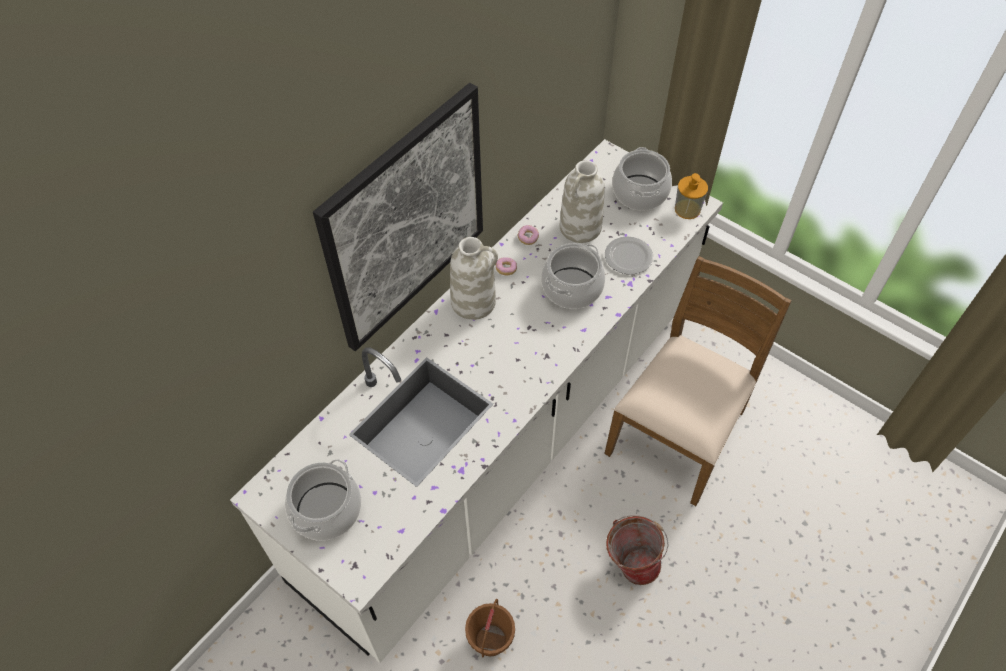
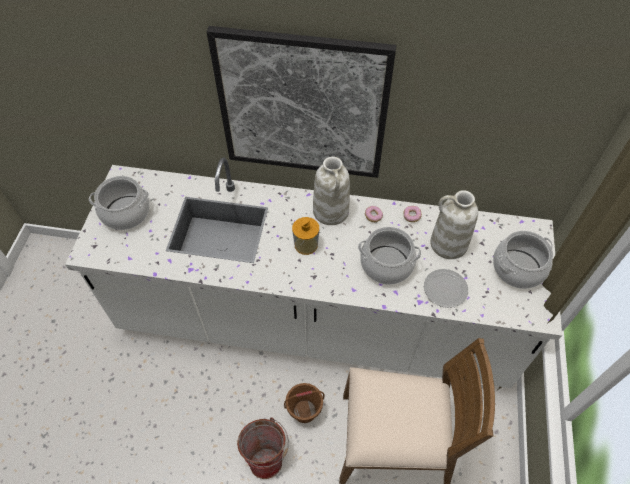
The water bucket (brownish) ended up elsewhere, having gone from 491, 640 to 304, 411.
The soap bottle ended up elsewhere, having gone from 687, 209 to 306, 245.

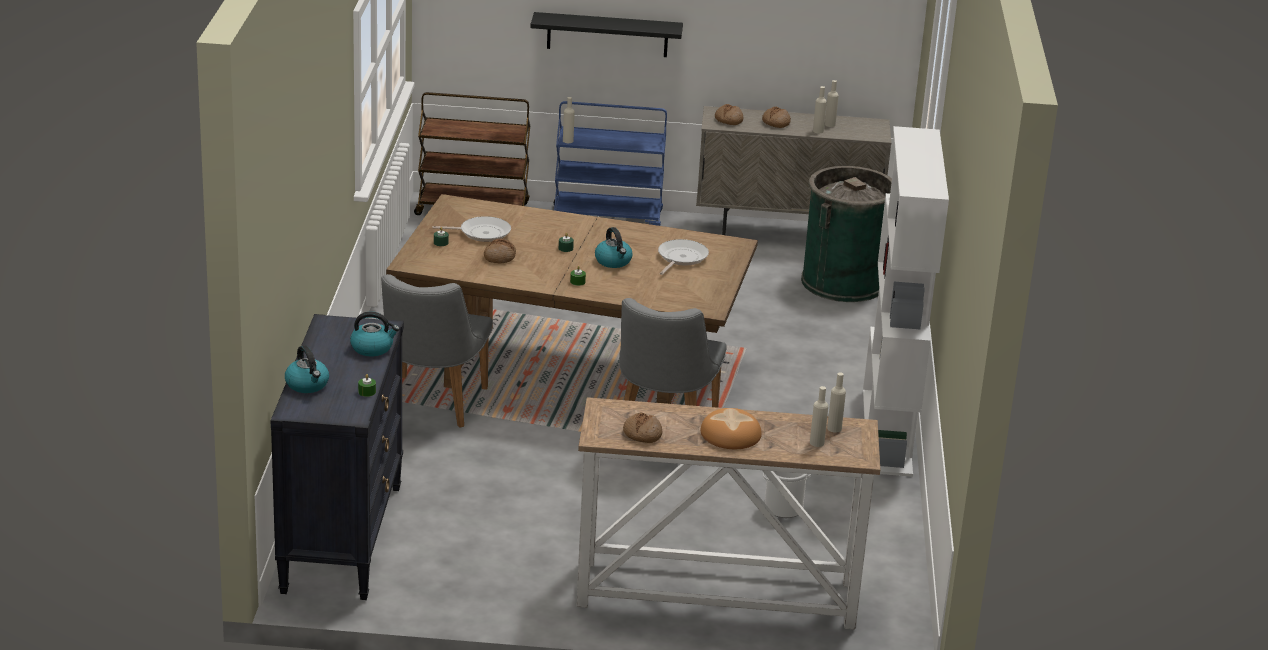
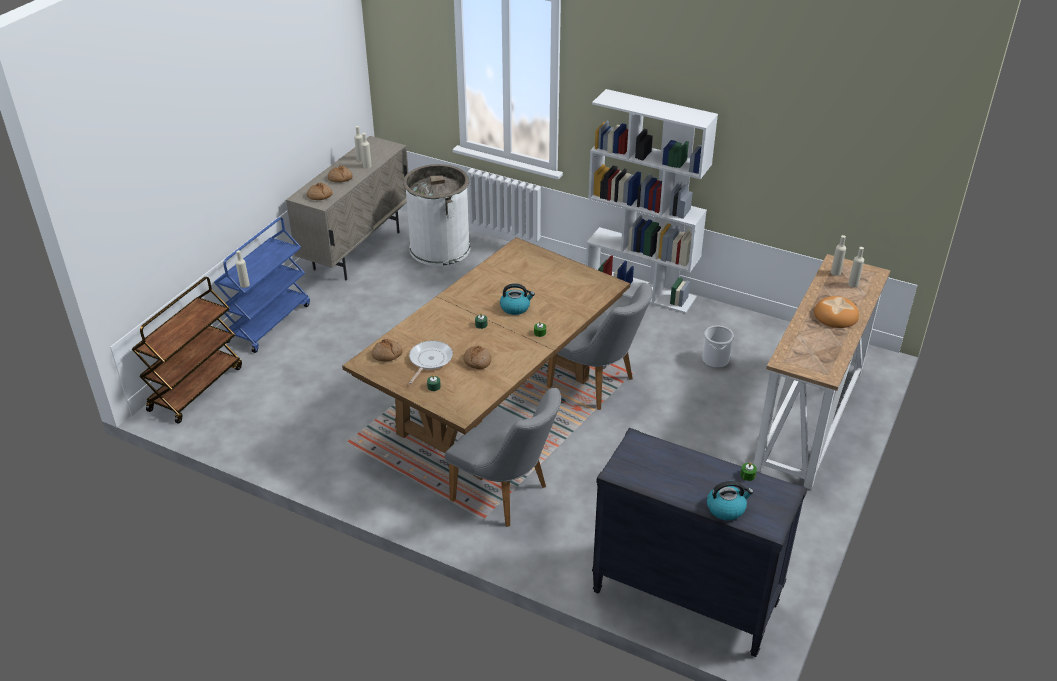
The second view lost the tea kettle at 372, 348.
The second view lost the wall shelf (black-coloured) at 607, 34.
The second view lost the skillet at 681, 258.
The baked bread ended up elsewhere, having gone from 642, 434 to 387, 354.
What was the waste bin (green-coloured) at 843, 282 turned into the waste bin (white) at 440, 248.

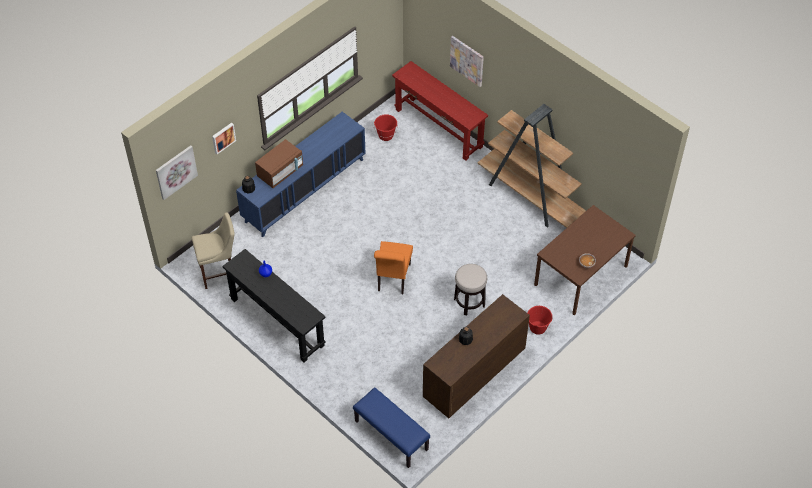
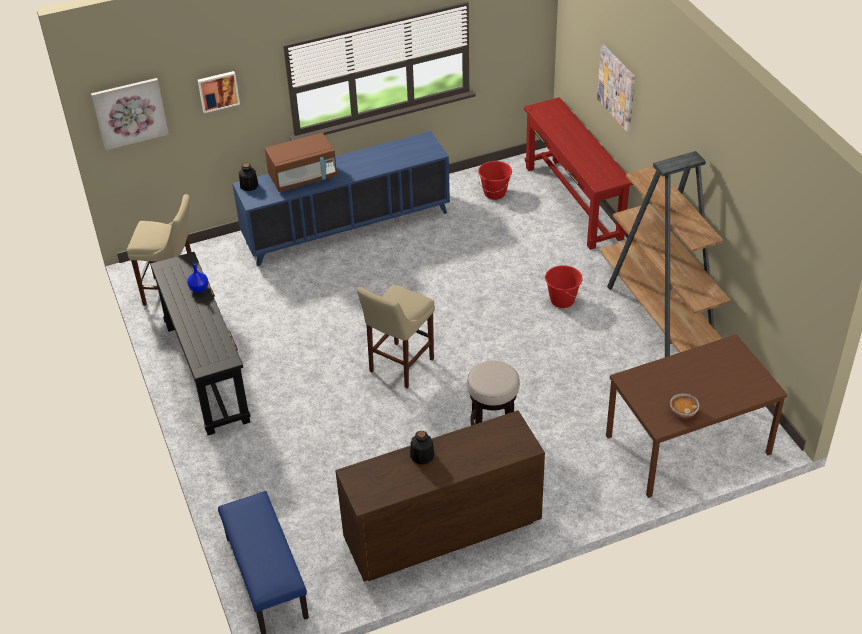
The water bucket (red-coloured) ended up elsewhere, having gone from 537, 328 to 562, 300.
Where the plain chair (orange) stood at 393, 279, the sitting stool (beige) came to stand at 399, 367.

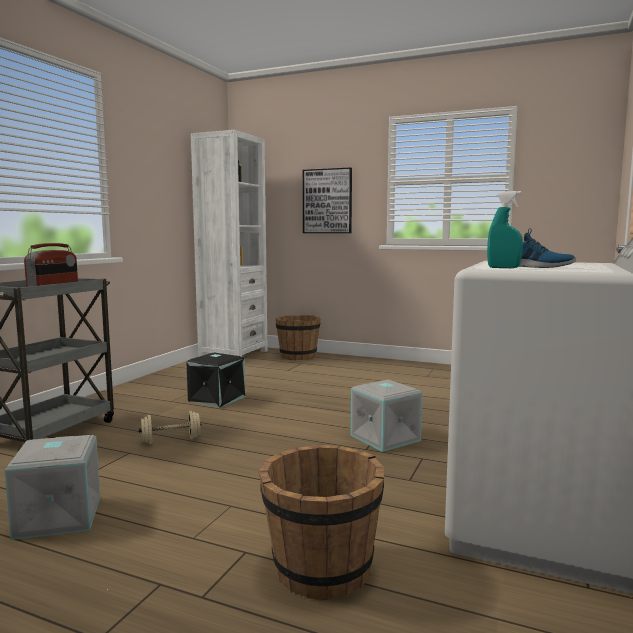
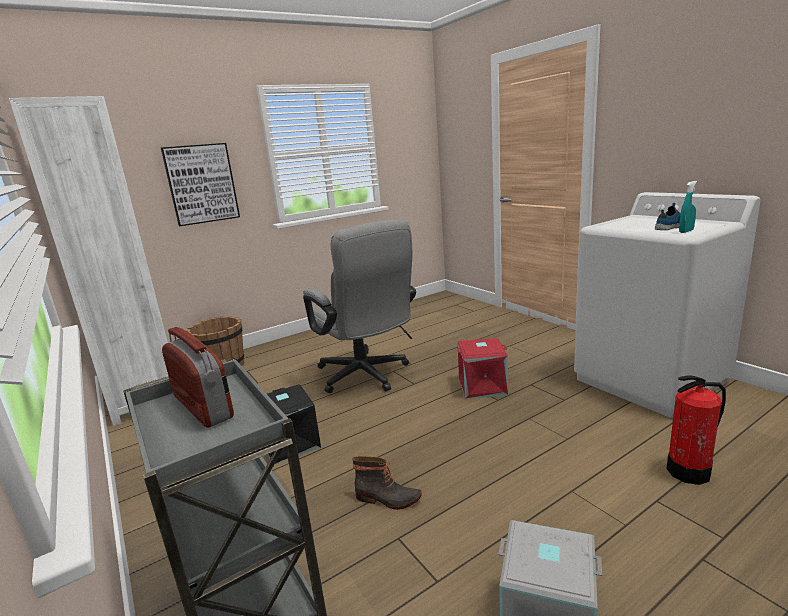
The second view gained the computer chair (gray) at 367, 376.
Where the dumbbell (beige) stood at 171, 440, the boot came to stand at 388, 499.
Where the water bucket (brownish) stood at 321, 570, the fire extinguisher came to stand at 689, 471.
What was the storage box (gray) at 386, 438 turned into the storage box (red-coloured) at 482, 386.

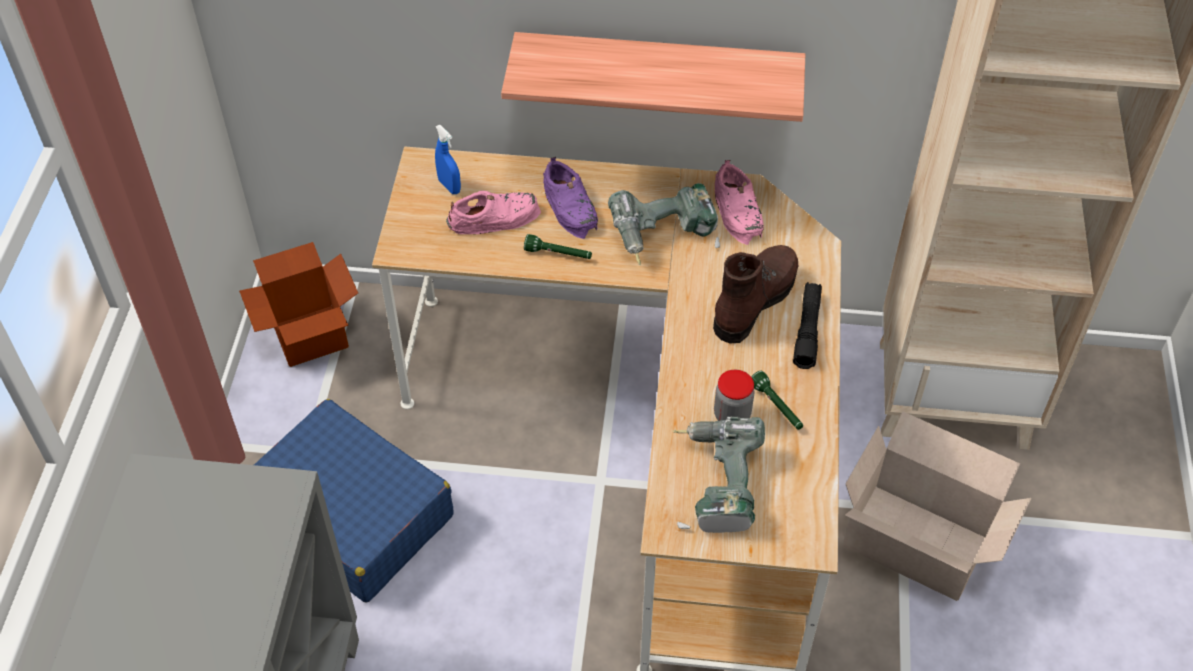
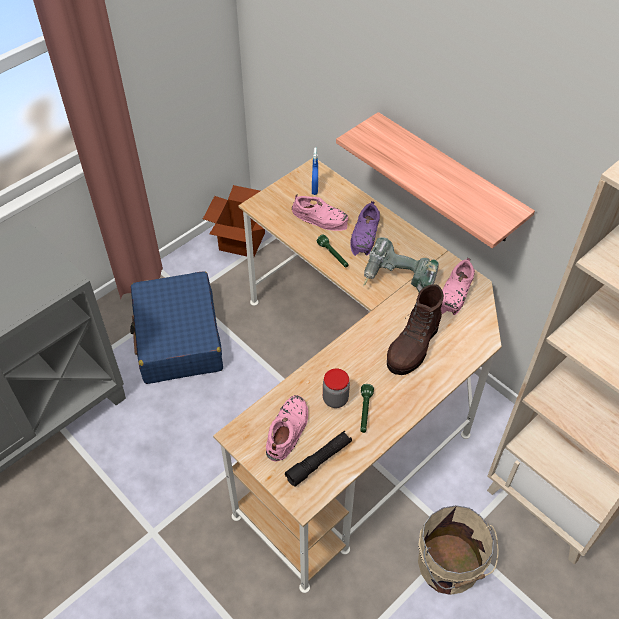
The hand torch (black-coloured) ended up elsewhere, having gone from 807, 330 to 319, 461.
Where the drill stood at 716, 485, the item of footwear (pink-coloured) came to stand at 287, 429.
Where the cardboard box stood at 919, 545, the water bucket (beige) came to stand at 449, 567.
The boot (brownish) at 754, 301 ended up facing another way, 135 degrees clockwise from before.

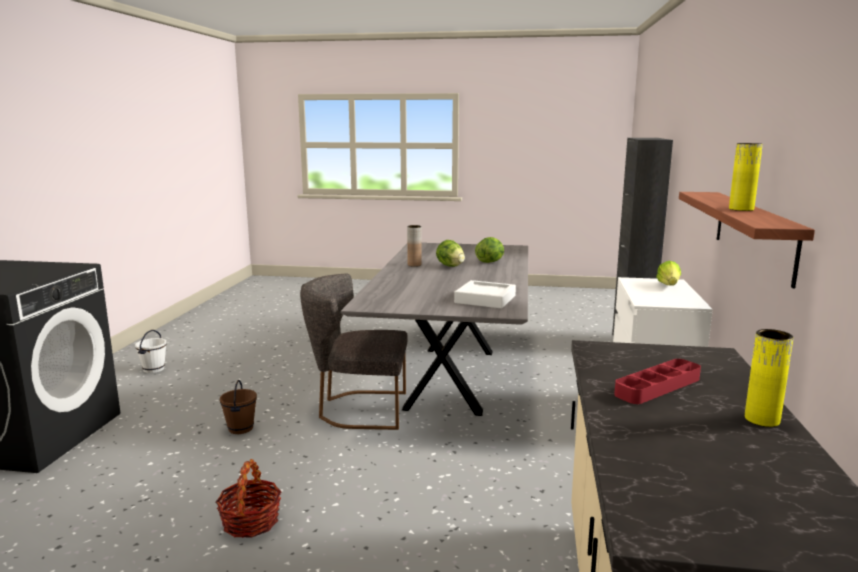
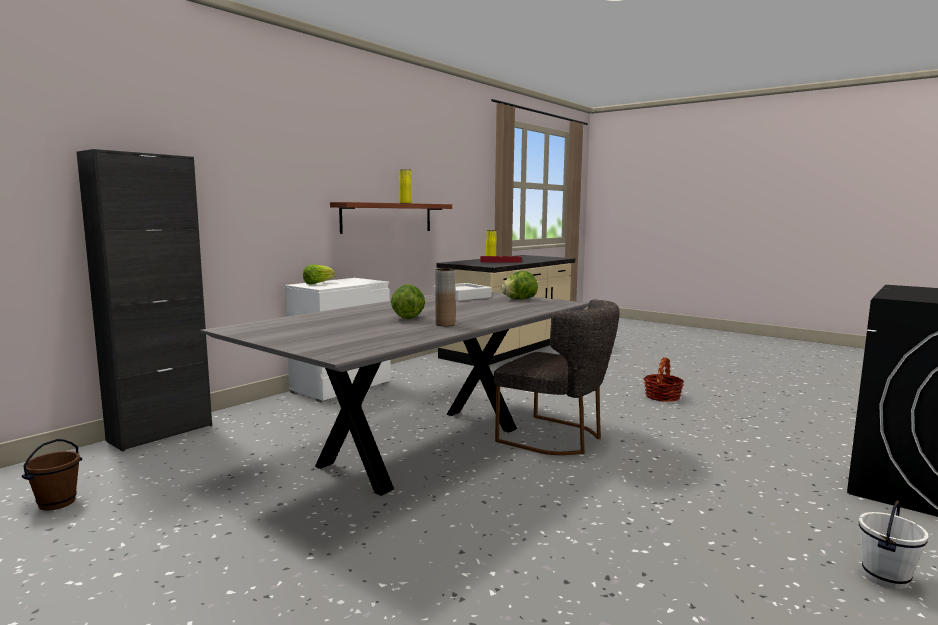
The water bucket (brownish) ended up elsewhere, having gone from 240, 428 to 57, 503.
The lettuce ended up elsewhere, having gone from 490, 262 to 519, 299.

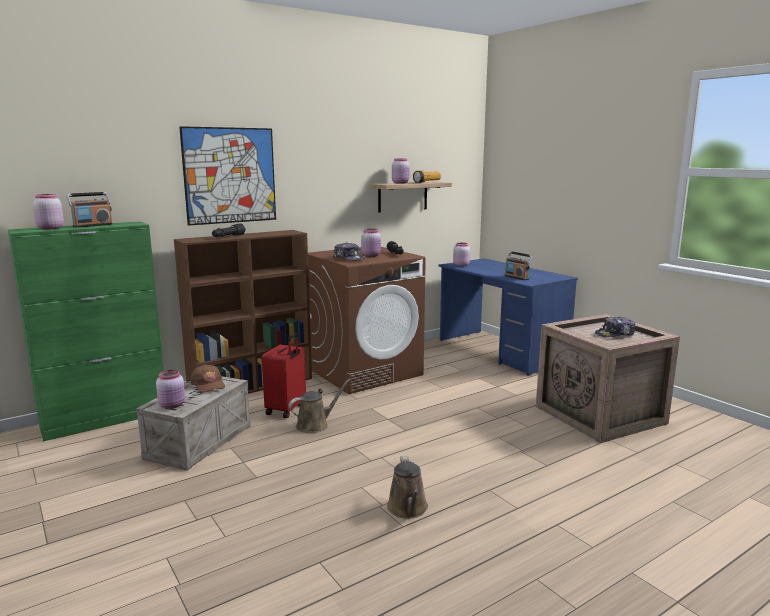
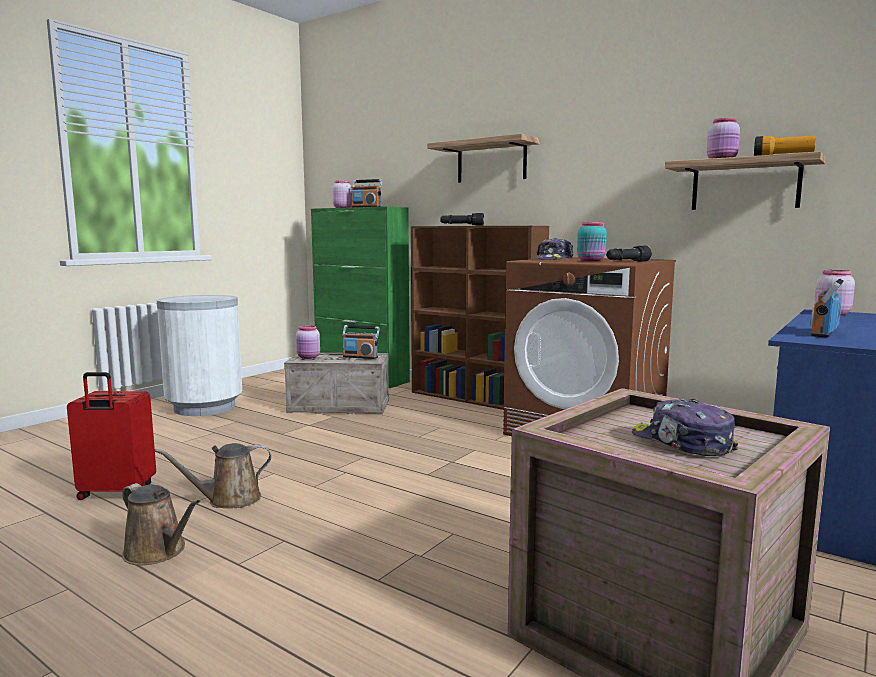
The second view gained the waste bin (white) at 204, 407.
The suitcase (red-coloured) ended up elsewhere, having gone from 286, 410 to 116, 493.
The sprinkling can (brownish) ended up elsewhere, having gone from 315, 425 to 158, 552.
Where the wall art hung at 230, 175, the wall shelf came to hang at 491, 162.
Where the peaked cap (brownish) stood at 208, 384, the radio set came to stand at 360, 357.
What was the preserve jar (pink-coloured) at 371, 255 turned into the preserve jar (turquoise) at 591, 260.

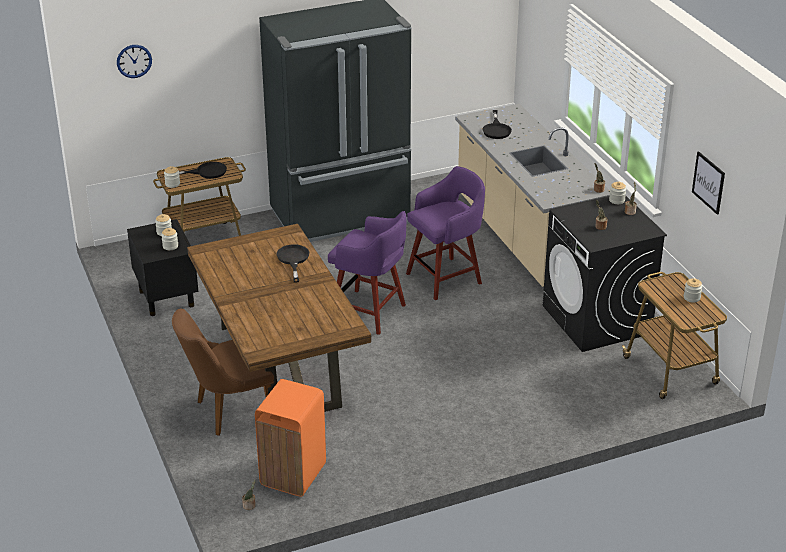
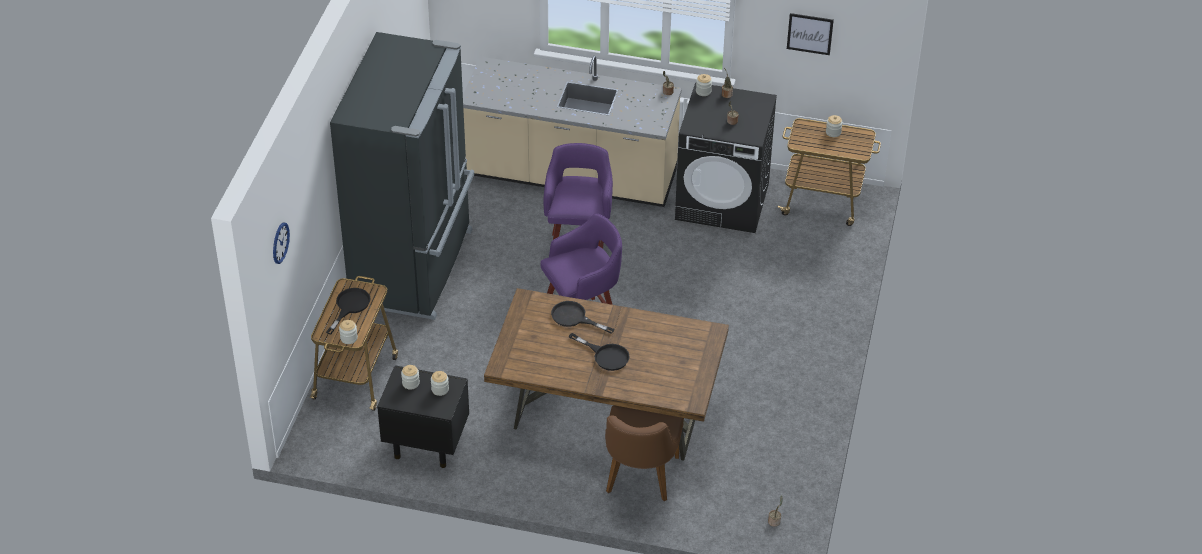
The second view lost the waste bin (orange) at 292, 475.
The skillet (black-coloured) ended up elsewhere, having gone from 496, 129 to 606, 355.

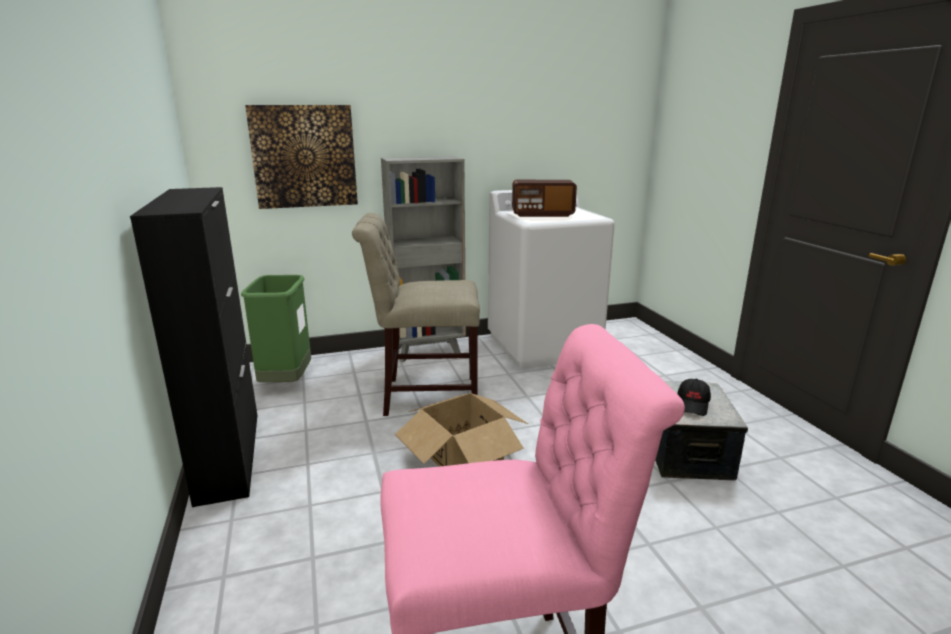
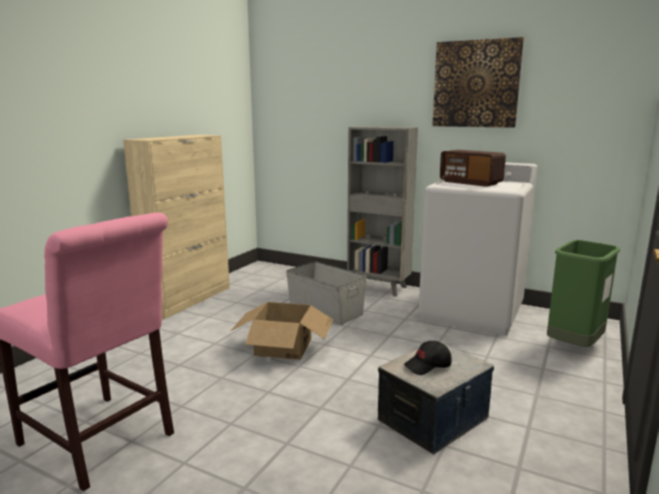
The waste bin (green-coloured) ended up elsewhere, having gone from 286, 383 to 574, 346.
The wall art ended up elsewhere, having gone from 304, 156 to 476, 84.
Where the plain chair (beige) stood at 424, 395, the storage box (gray) came to stand at 325, 310.
What was the cabinet (black-coloured) at 229, 455 turned into the cabinet (beige) at 189, 299.

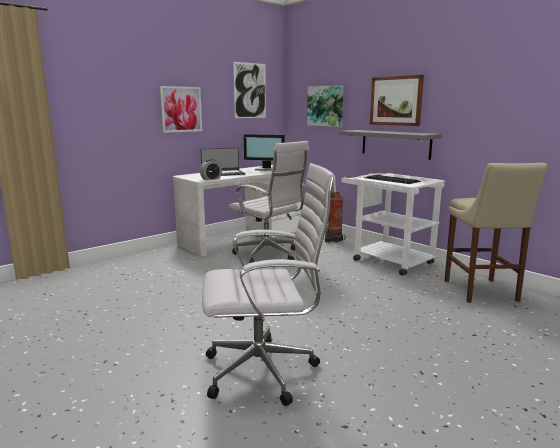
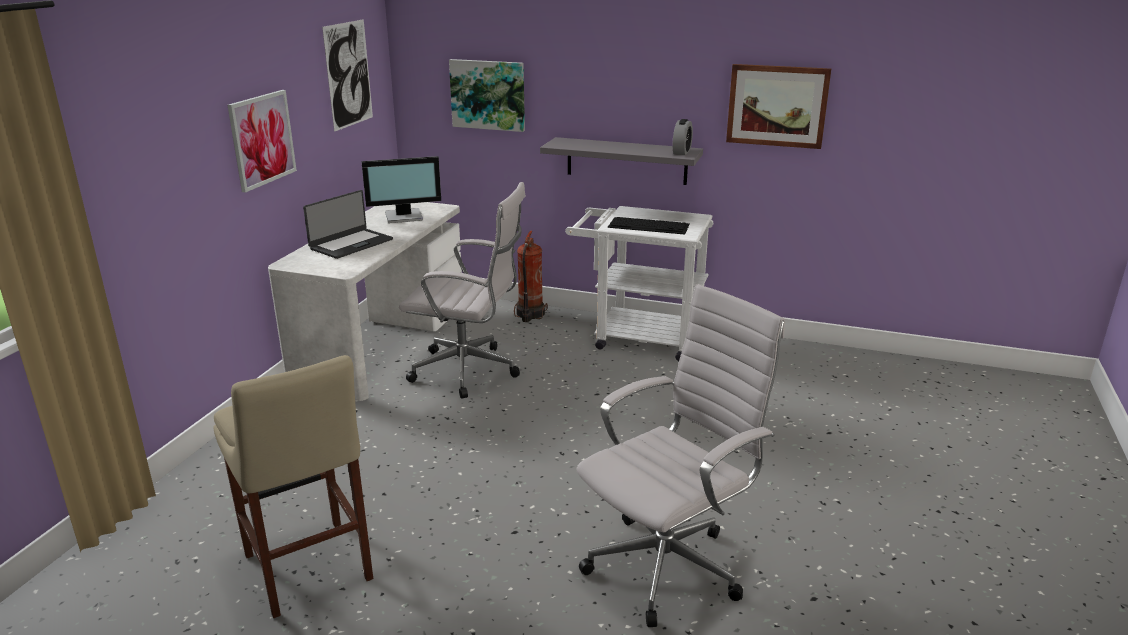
The table clock ended up elsewhere, having gone from 211, 179 to 681, 152.
The wall art ended up elsewhere, having gone from 396, 101 to 777, 106.
The sitting stool (beige) ended up elsewhere, having gone from 481, 292 to 309, 571.

